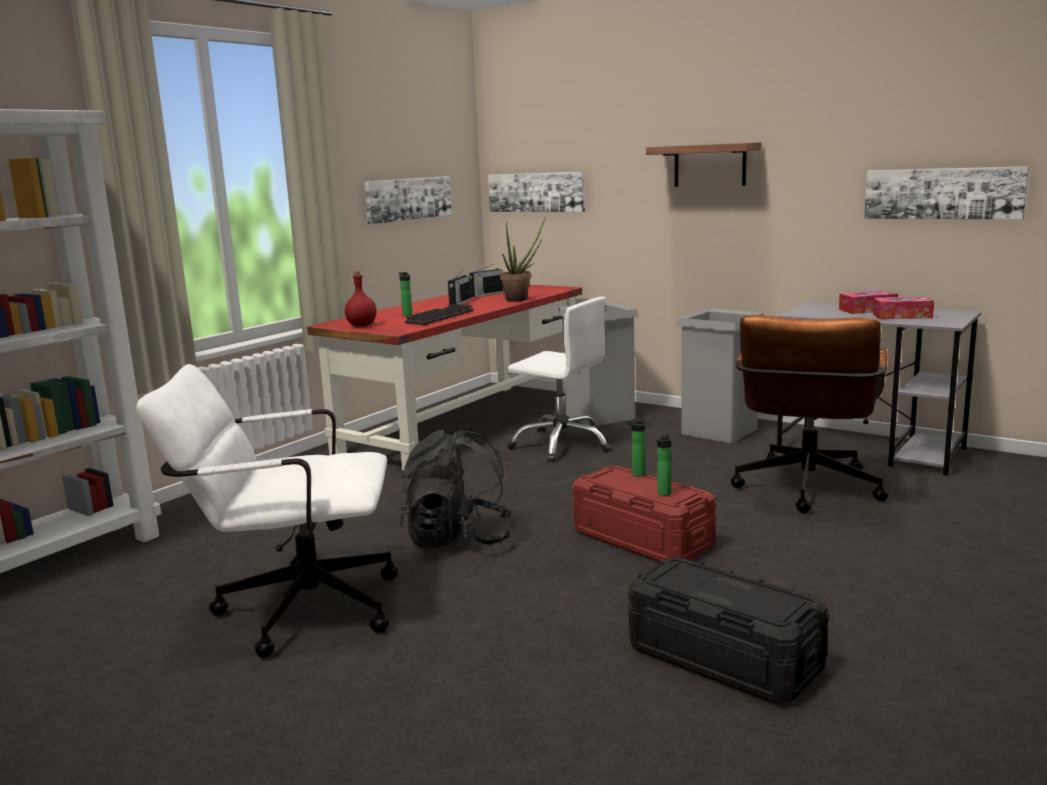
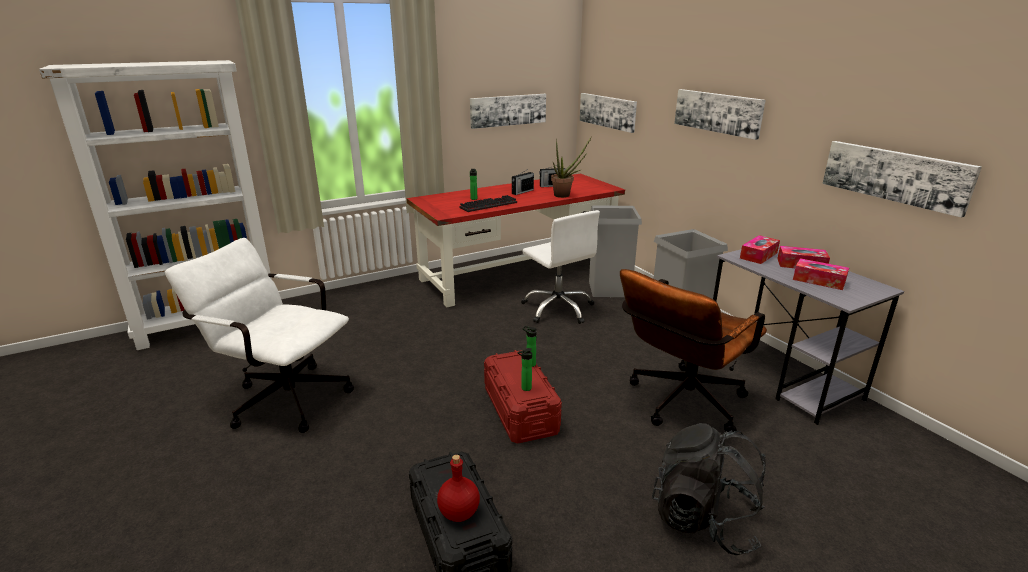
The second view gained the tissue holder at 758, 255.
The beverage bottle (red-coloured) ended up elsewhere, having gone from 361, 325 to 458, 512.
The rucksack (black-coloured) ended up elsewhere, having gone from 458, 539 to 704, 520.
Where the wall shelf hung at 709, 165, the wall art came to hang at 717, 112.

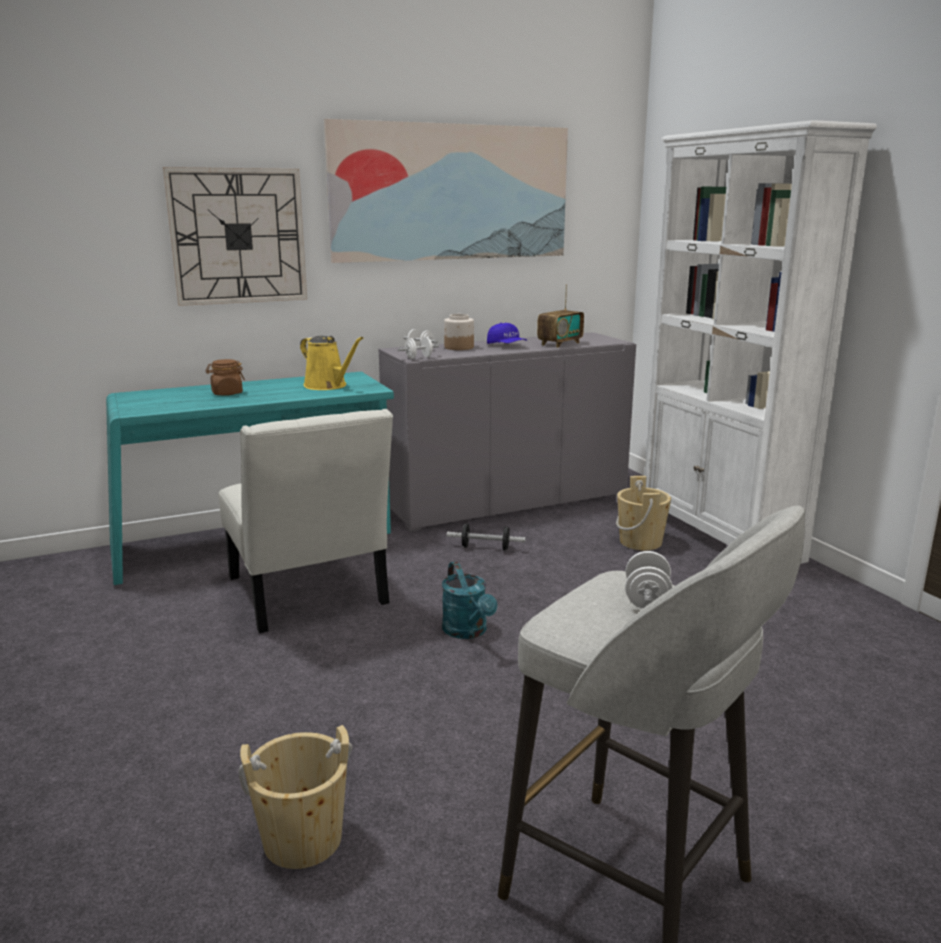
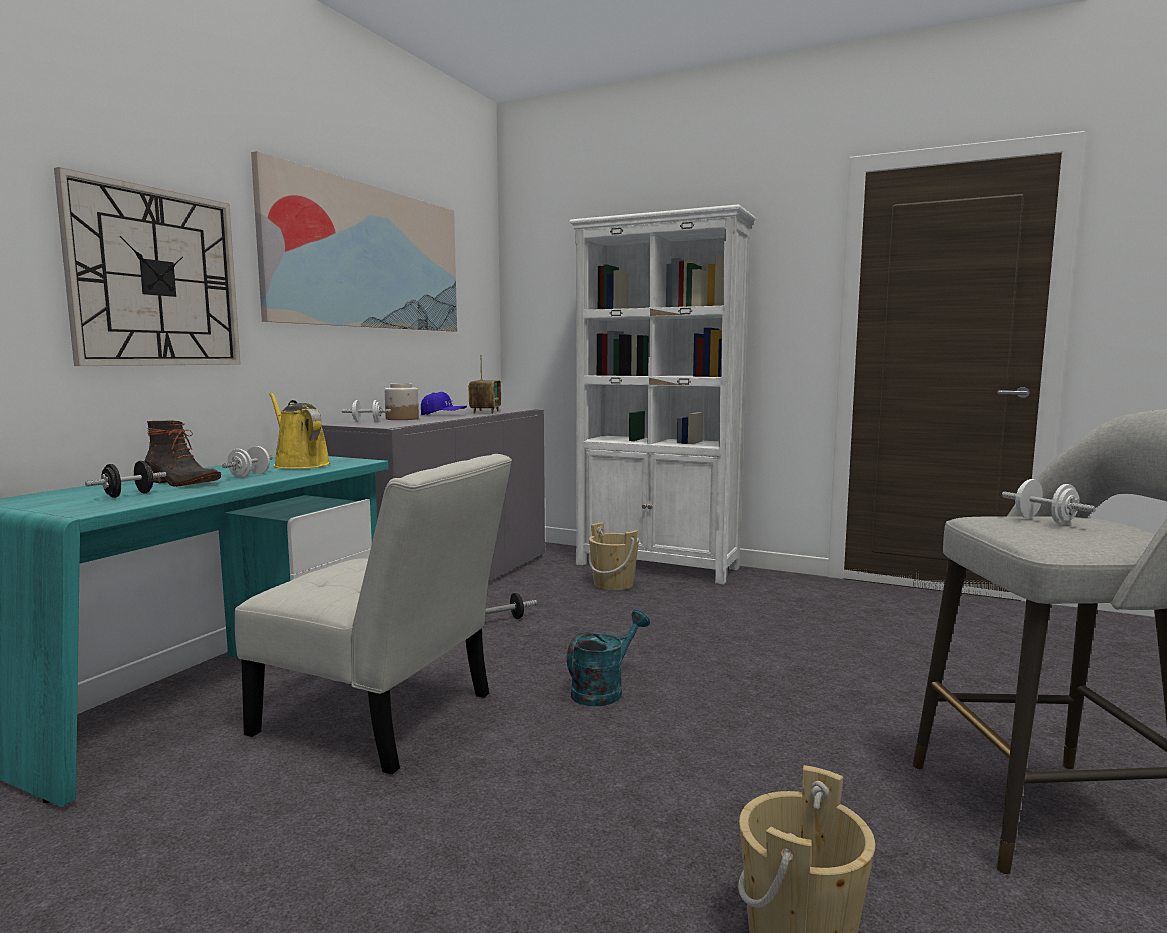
The second view gained the dumbbell (black-coloured) at 129, 495.
The dumbbell (white) ended up elsewhere, having gone from 419, 358 to 249, 475.
Where the preserve jar (brownish) stood at 227, 393, the boot came to stand at 180, 482.
The sprinkling can (yellowish) at 328, 386 ended up facing another way, 135 degrees counterclockwise from before.
The sprinkling can (turquoise) at 468, 632 ended up facing another way, 75 degrees counterclockwise from before.

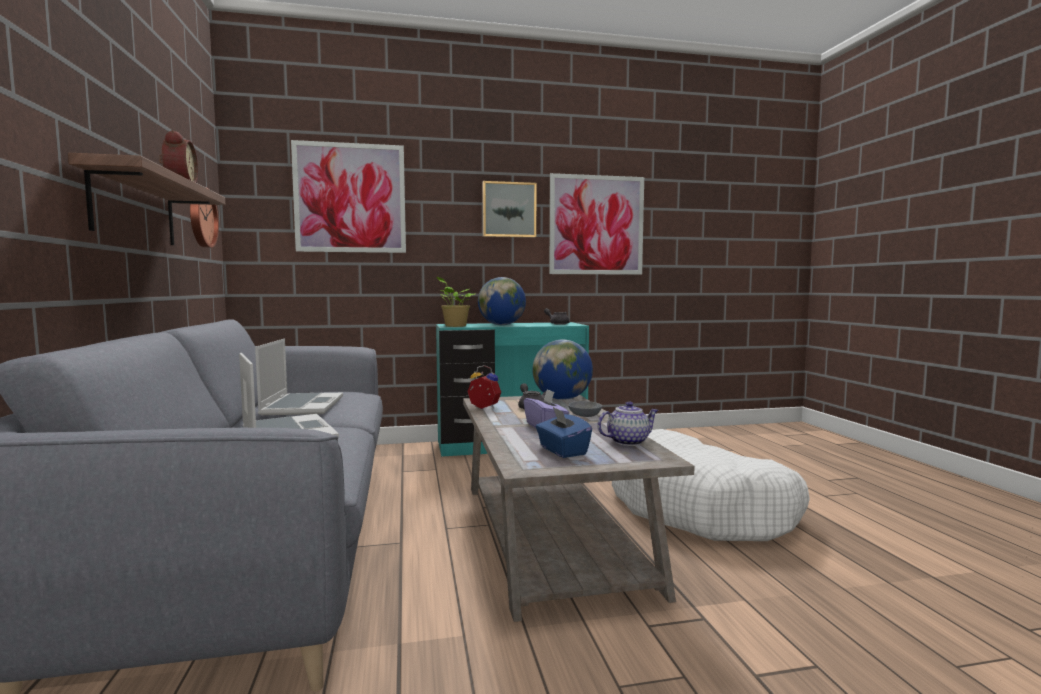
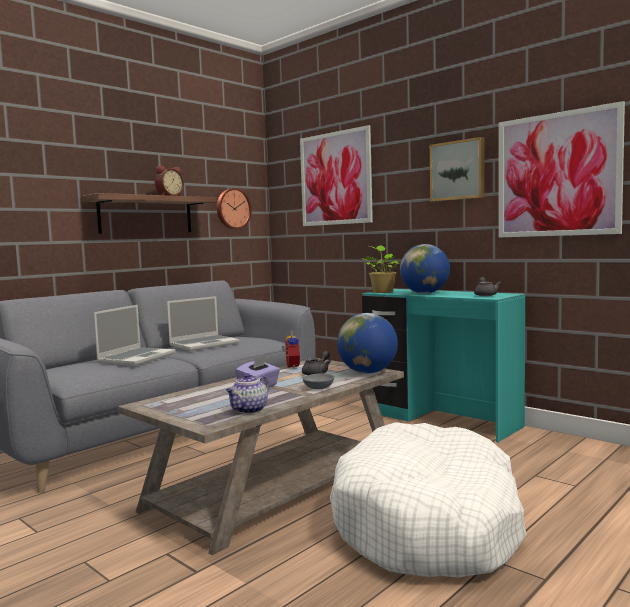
The second view lost the tissue holder (blue) at 562, 451.
The tea pot at 628, 441 ended up facing another way, 90 degrees clockwise from before.

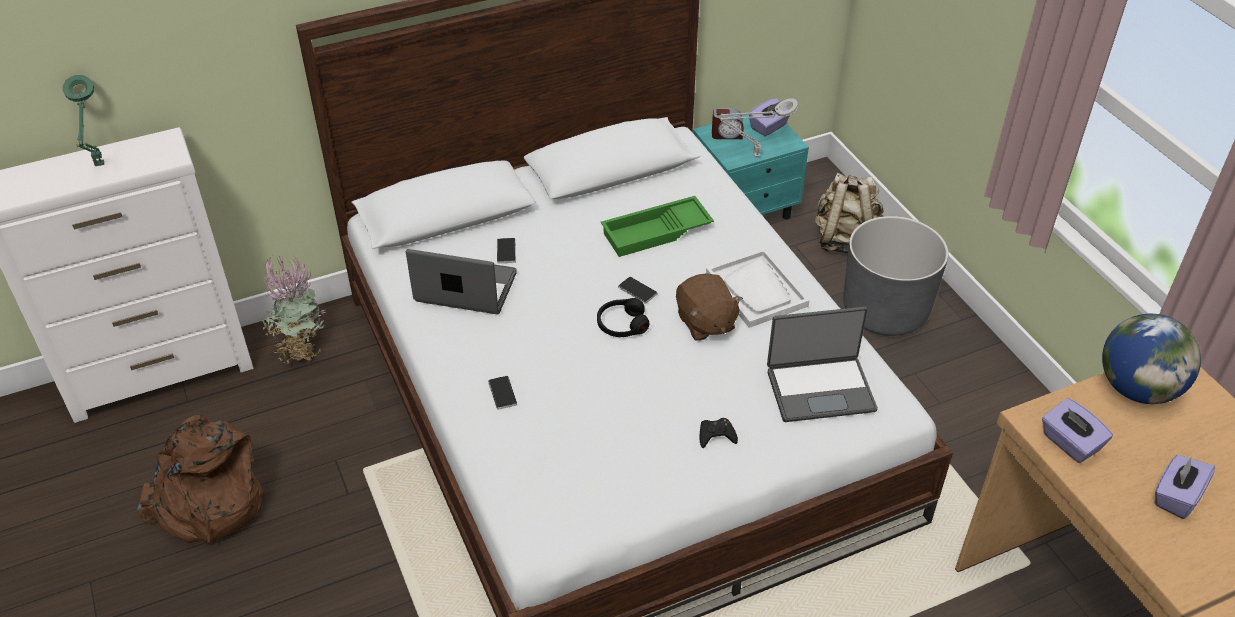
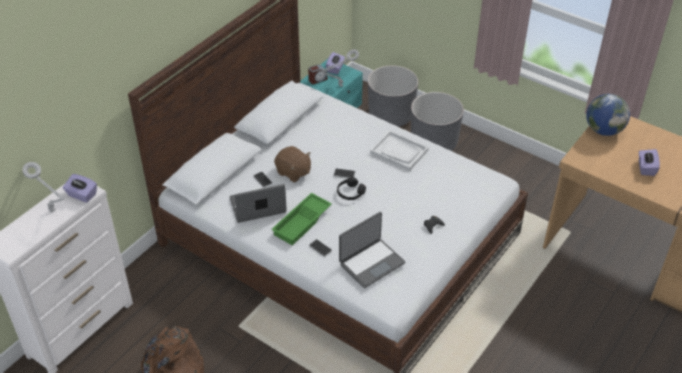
The second view lost the houseplant at 301, 349.
The carrying tray (green-coloured) ended up elsewhere, having gone from 656, 233 to 302, 223.
The cuddly toy (brownish) ended up elsewhere, having gone from 705, 323 to 293, 172.
The laptop ended up elsewhere, having gone from 820, 389 to 371, 263.
The tissue holder (purple-coloured) ended up elsewhere, having gone from 1069, 443 to 82, 195.
Where the rucksack (beige) stood at 845, 240, the plant pot (gray) came to stand at 391, 115.
What was the lamp for a table (green-coloured) at 100, 166 turned into the lamp for a table (gray) at 53, 211.

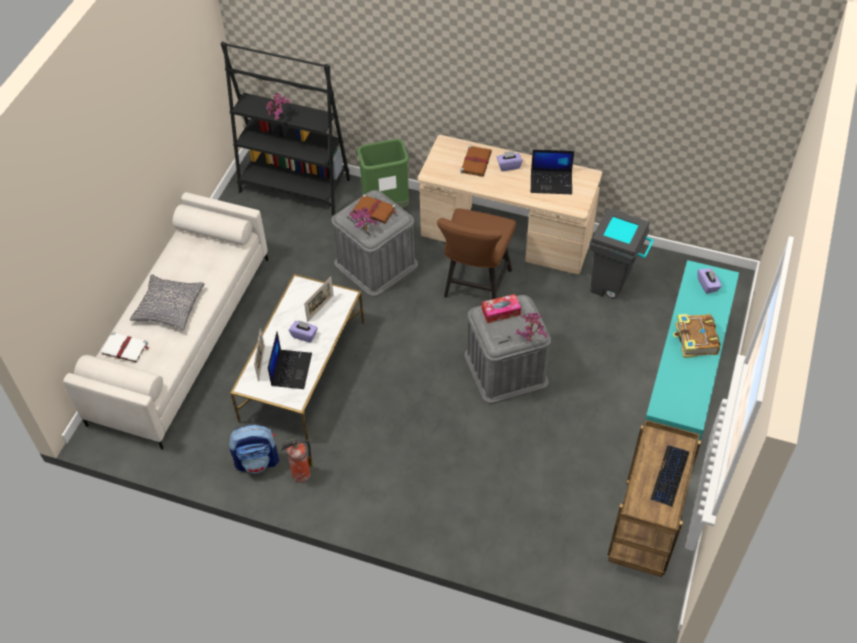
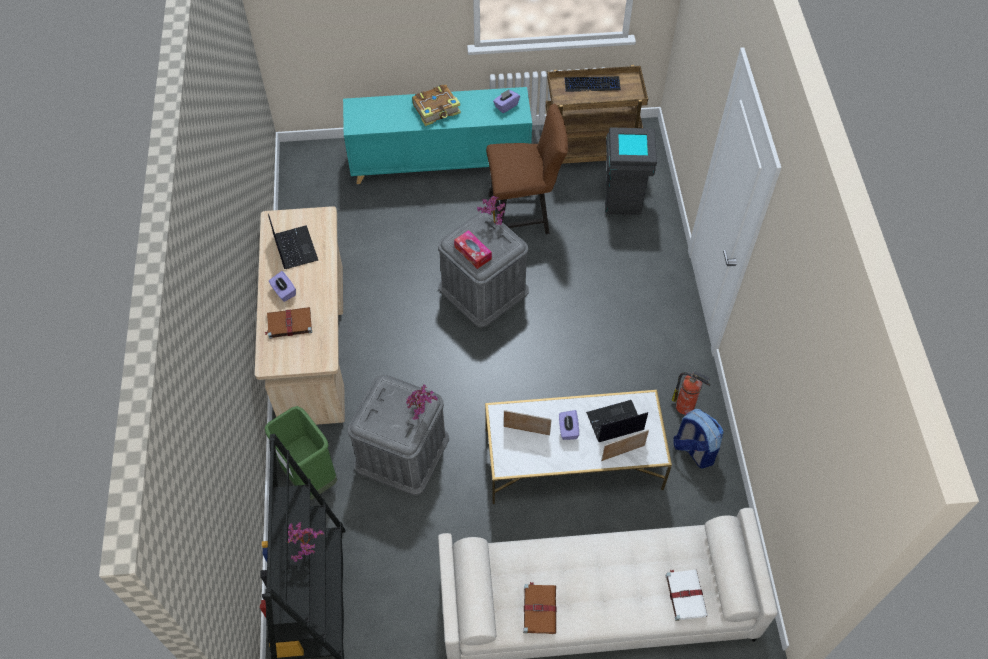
The second view lost the pillow (gray) at 169, 307.
The bound book (brownish) ended up elsewhere, having gone from 375, 210 to 539, 608.
The plain chair (brownish) ended up elsewhere, having gone from 475, 287 to 524, 214.
The waste bin (gray) ended up elsewhere, having gone from 613, 286 to 622, 200.
The tissue holder (purple-coloured) ended up elsewhere, having gone from 707, 285 to 506, 106.

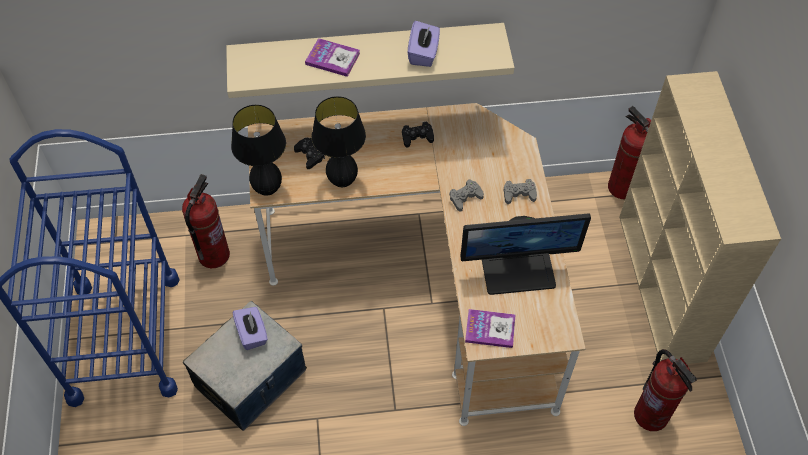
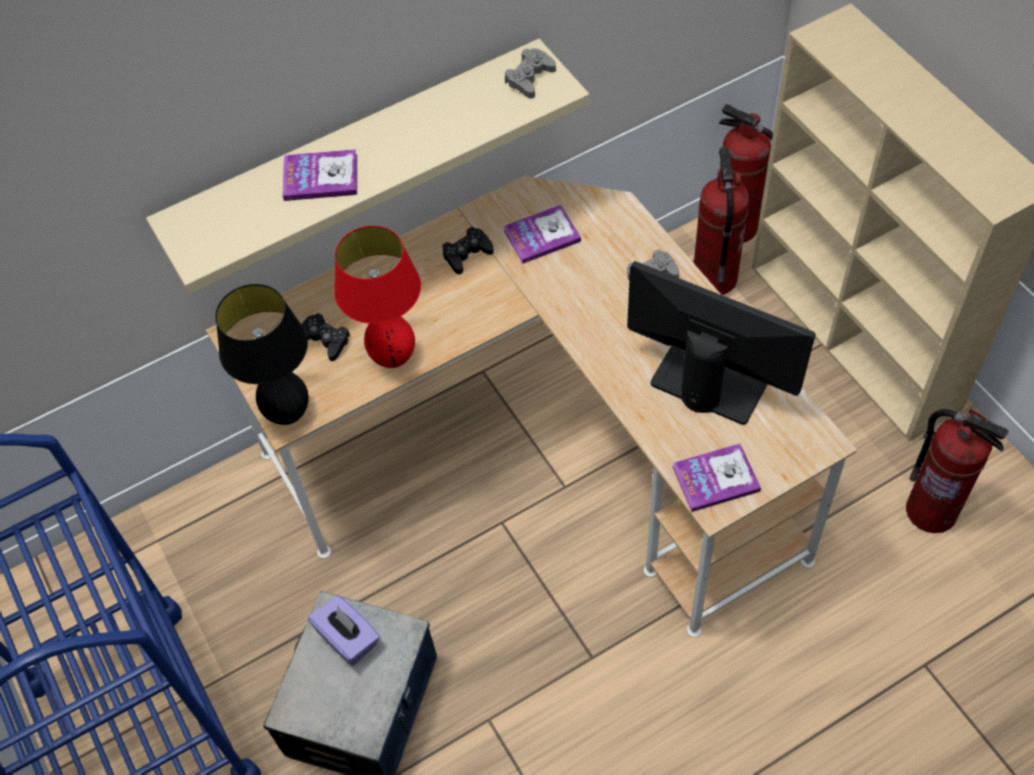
The second view lost the tissue holder (purple-coloured) at 423, 53.
The second view gained the bound book at 542, 235.
The fire extinguisher ended up elsewhere, having gone from 214, 255 to 714, 278.
The joypad (gray) ended up elsewhere, having gone from 465, 197 to 530, 78.
What was the lamp for a table (black-coloured) at 342, 181 turned into the lamp for a table (red-coloured) at 393, 358.
The monitor at 518, 270 ended up facing another way, 120 degrees counterclockwise from before.

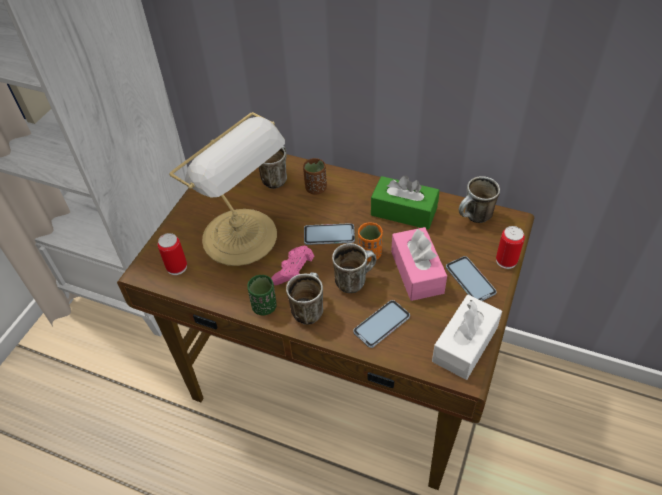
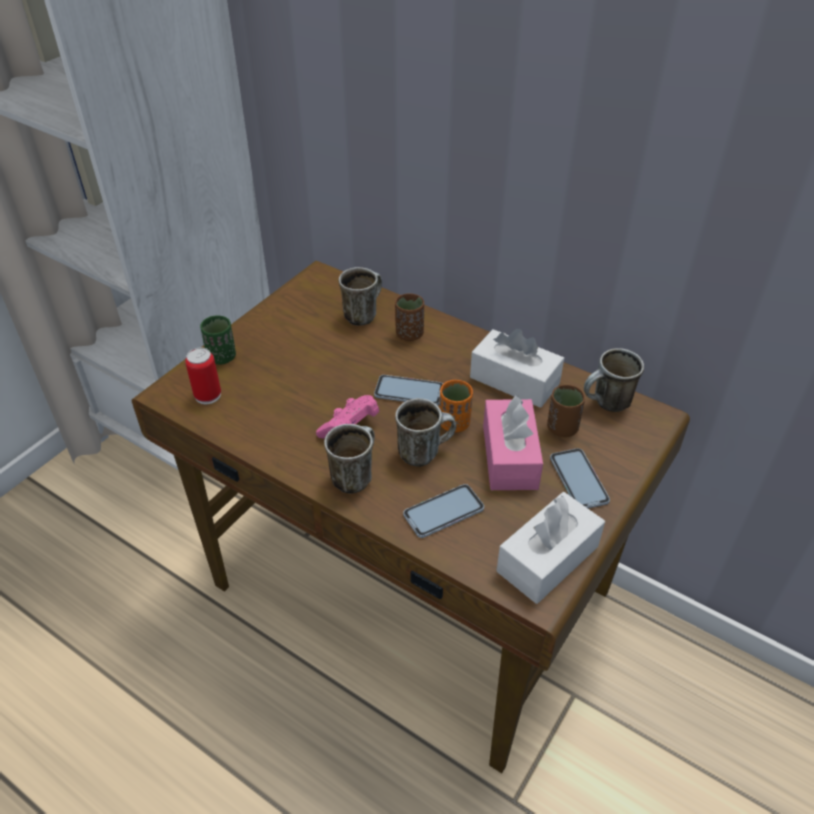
The second view lost the lamp for a table at 243, 238.
The second view lost the can at 506, 261.
The second view gained the small cup (brownish) at 562, 428.
The small cup (green-coloured) ended up elsewhere, having gone from 264, 306 to 222, 357.
What was the tissue holder (green-coloured) at 404, 211 turned into the tissue holder (white) at 514, 380.

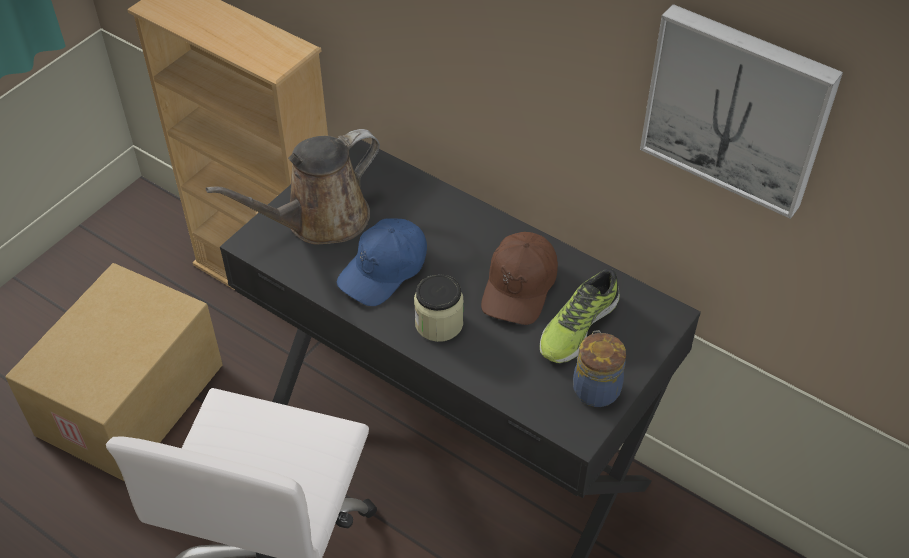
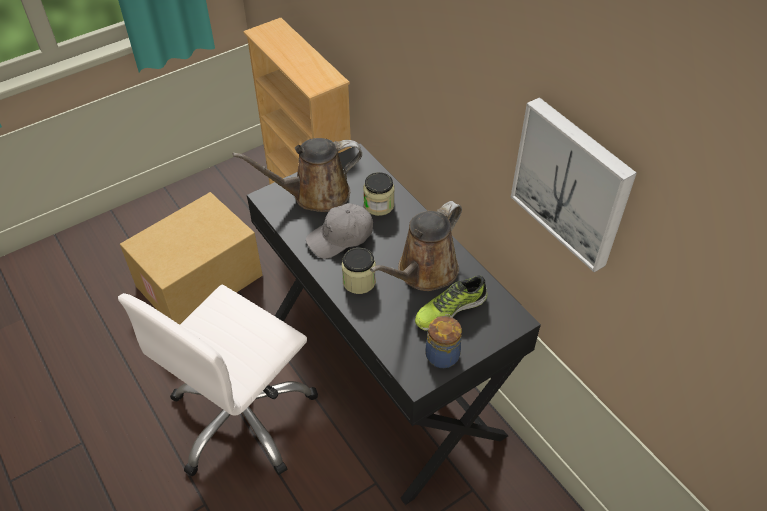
The second view gained the preserve jar at 379, 205.
Where the peaked cap (brownish) stood at 519, 286, the sprinkling can (brownish) came to stand at 423, 272.
What was the peaked cap (blue) at 384, 270 turned into the peaked cap (gray) at 340, 237.

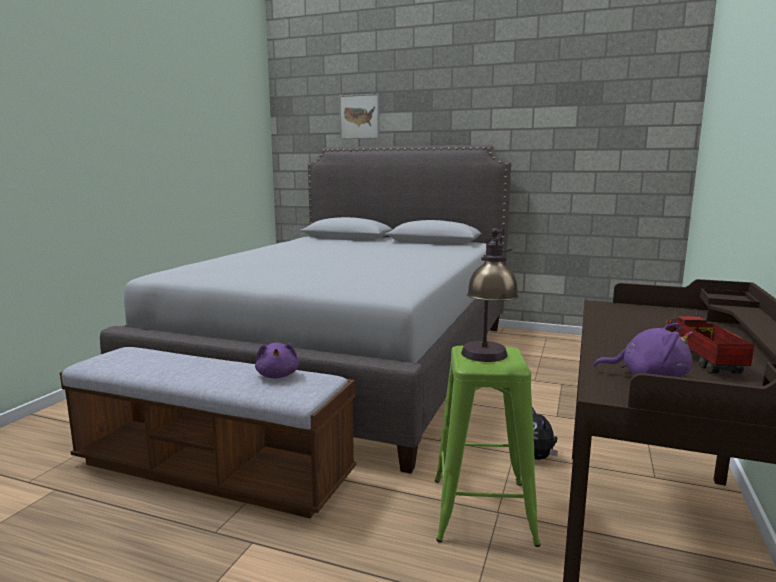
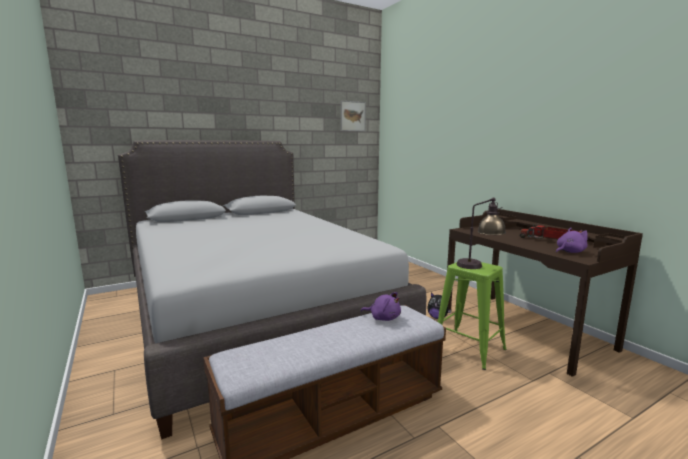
The wall art ended up elsewhere, having gone from 359, 117 to 353, 116.

